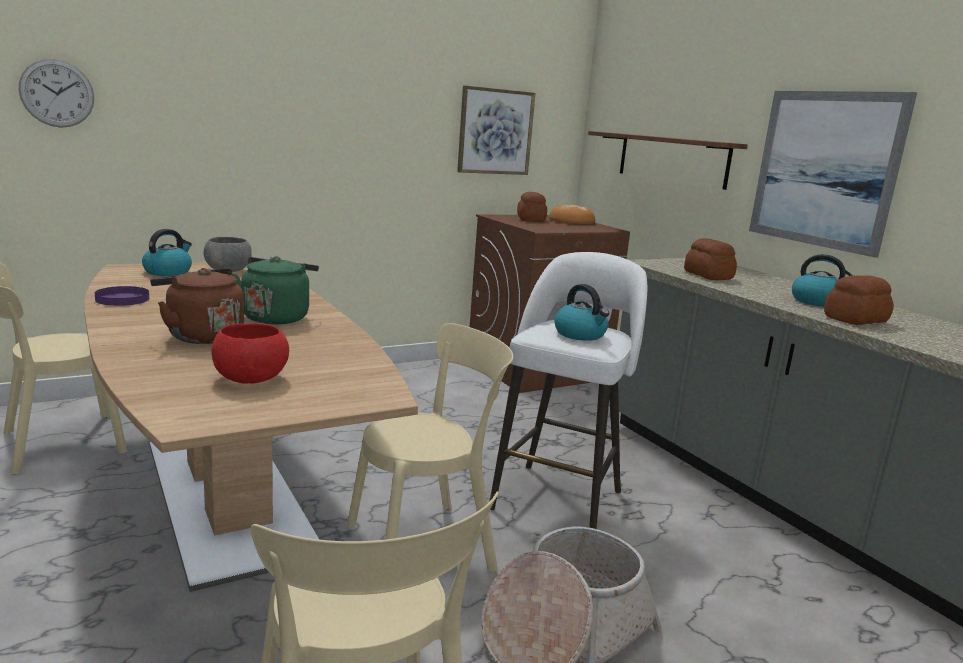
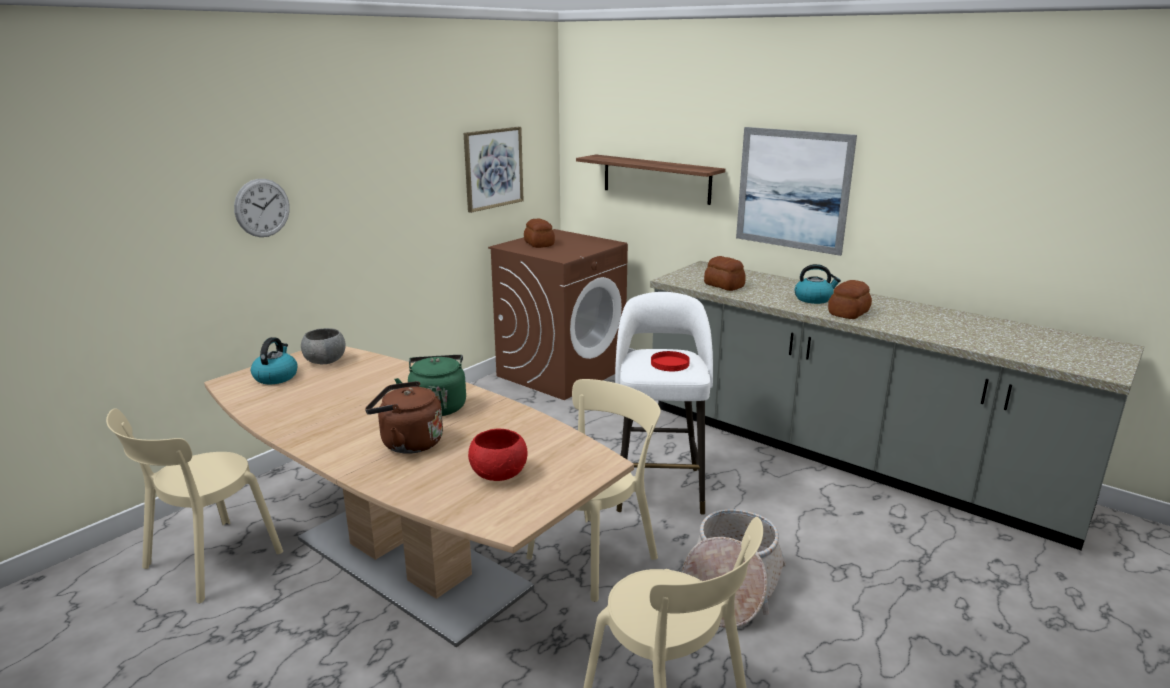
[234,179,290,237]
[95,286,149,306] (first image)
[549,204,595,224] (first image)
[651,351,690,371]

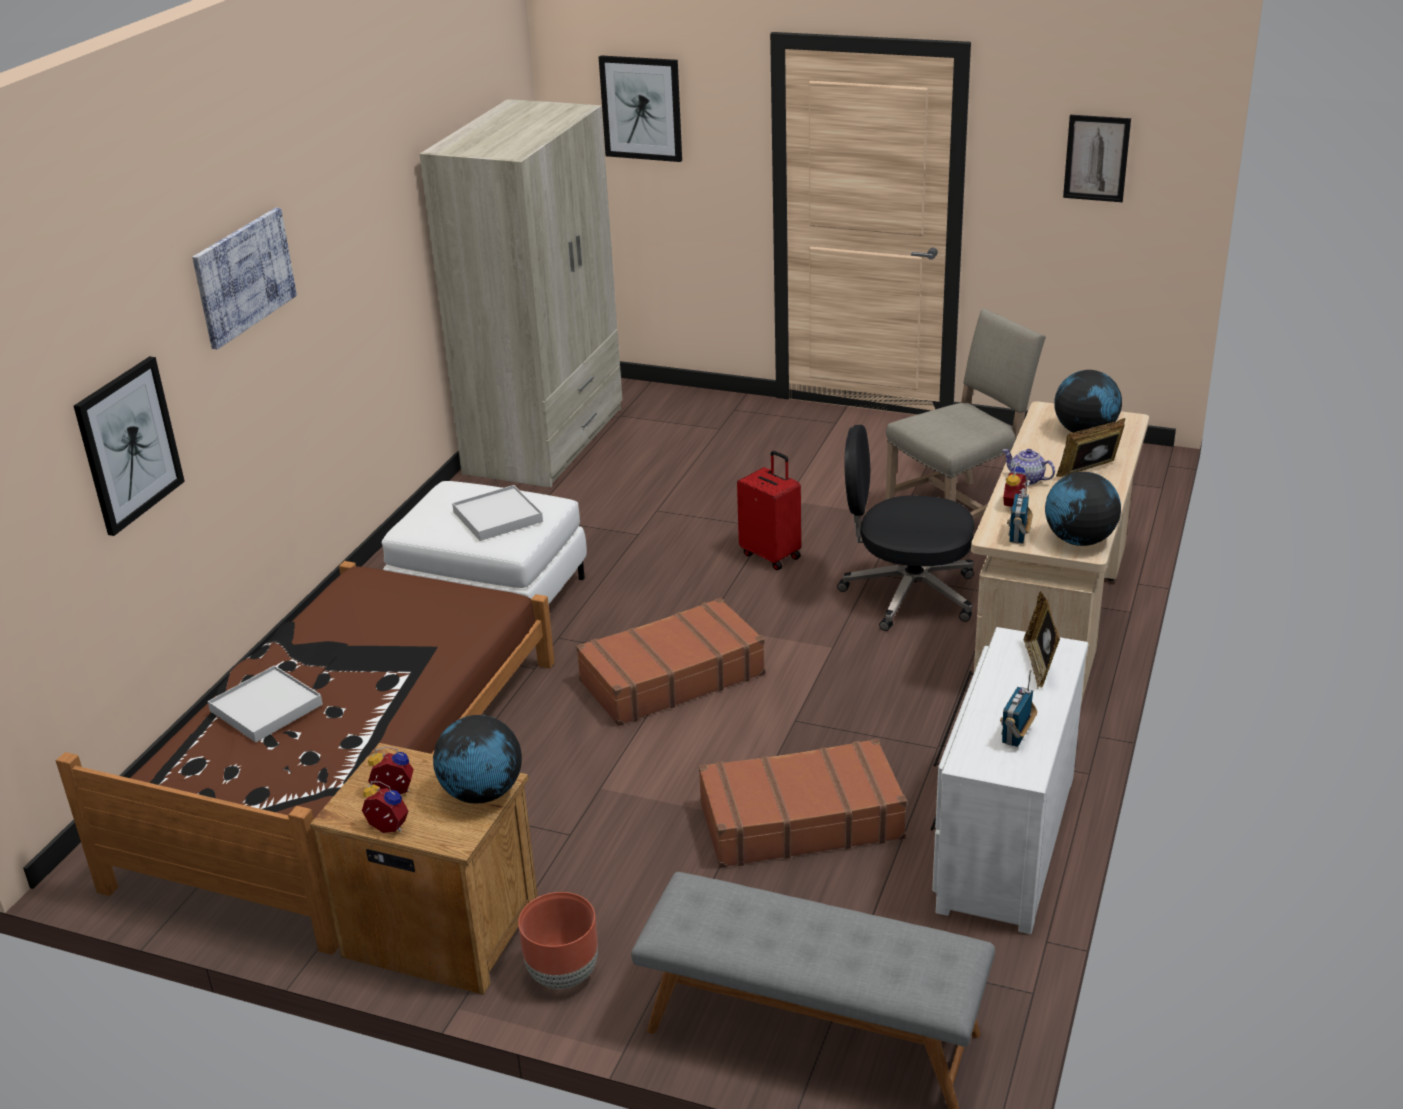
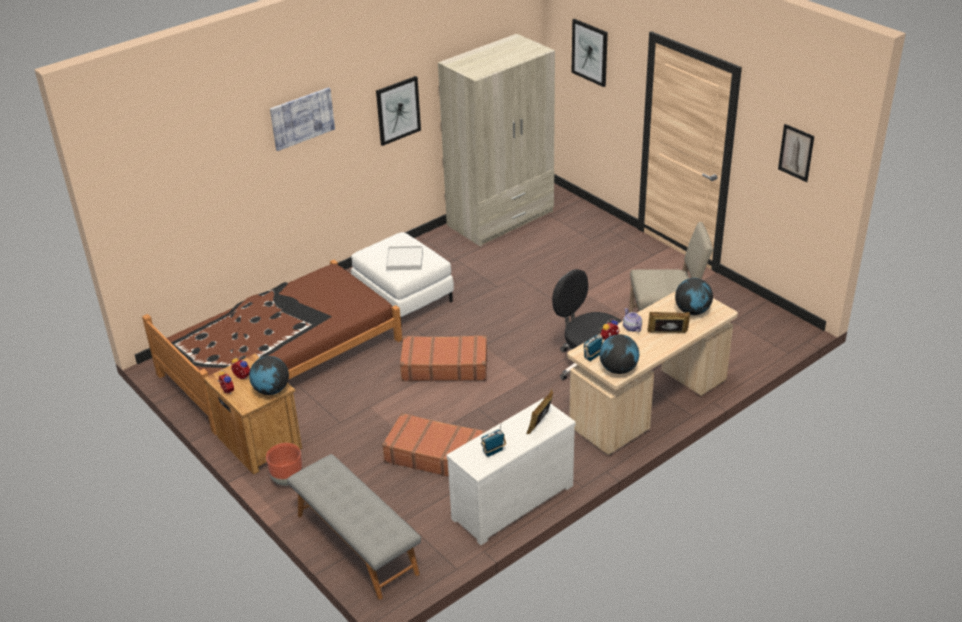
[376,76,421,146]
[208,665,323,742] (first image)
[737,451,801,570] (first image)

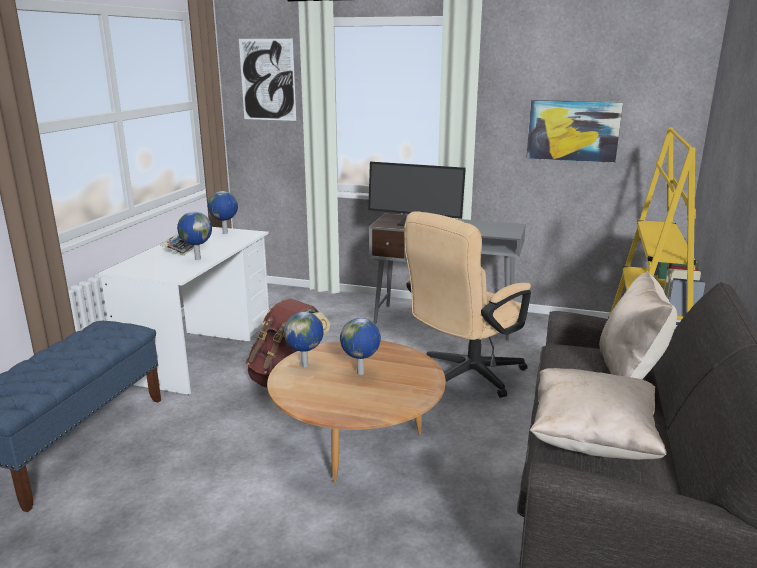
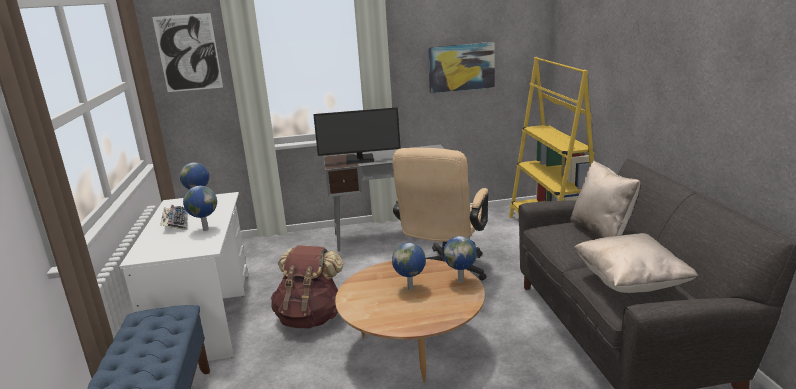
[443,236,477,283]

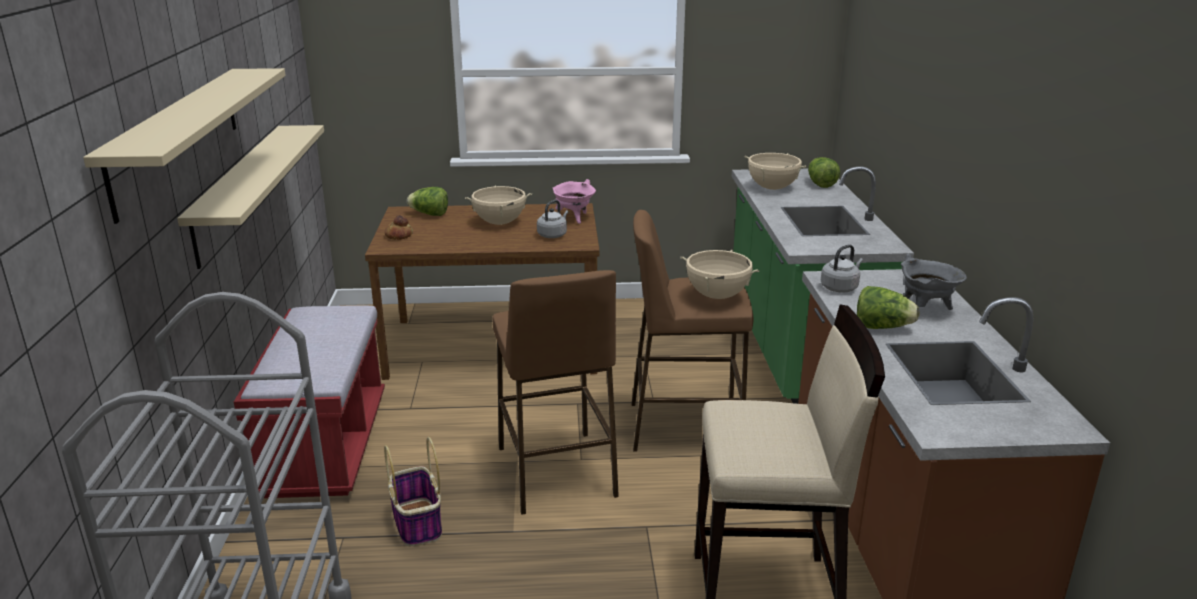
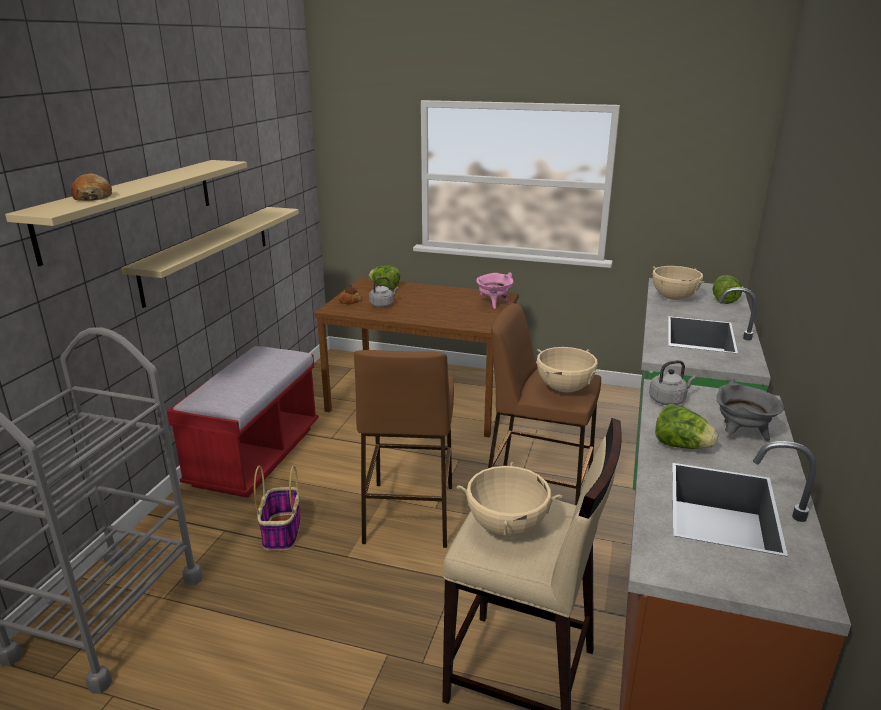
[457,462,562,537]
[369,277,399,307]
[71,174,112,201]

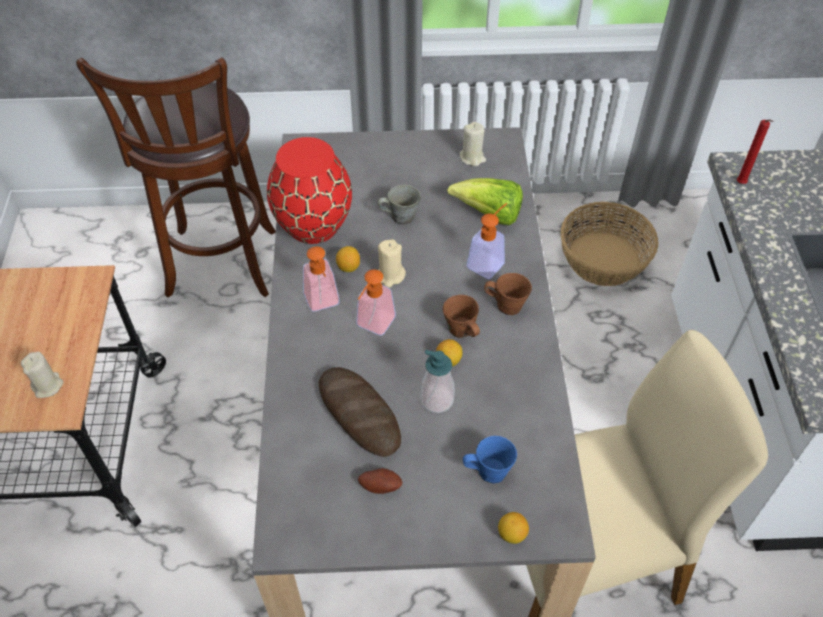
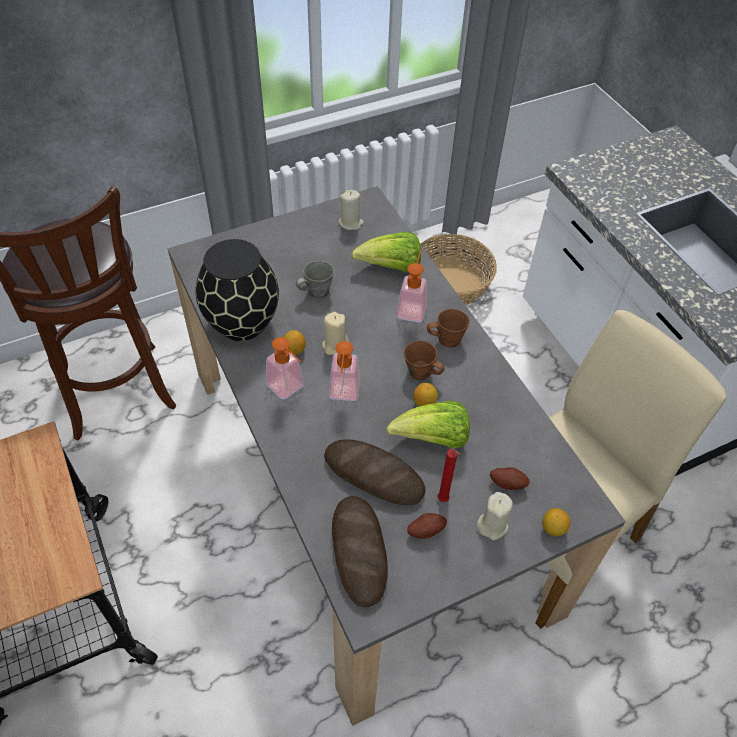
[477,492,513,540]
[196,239,279,341]
[386,401,470,448]
[490,467,530,490]
[437,449,461,502]
[332,496,388,607]

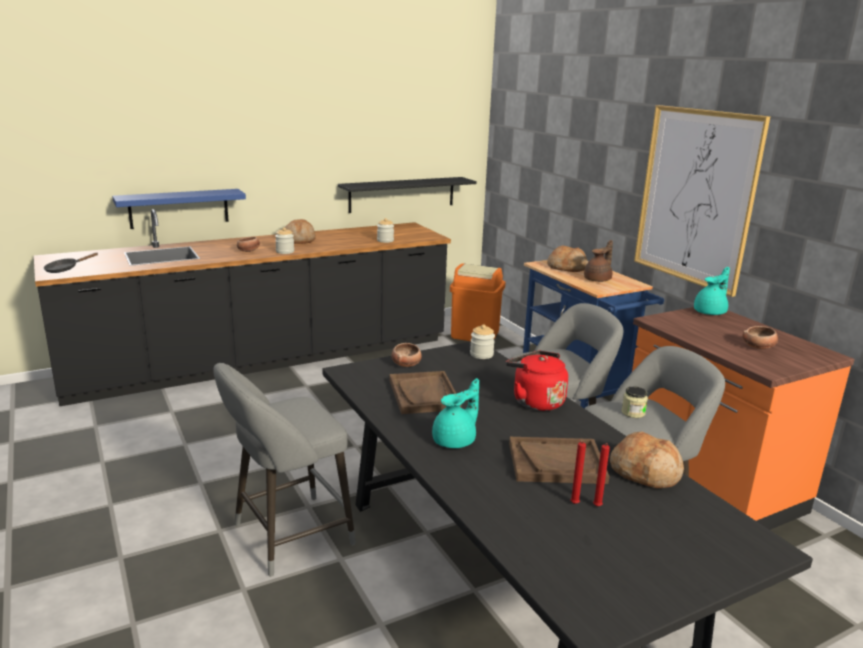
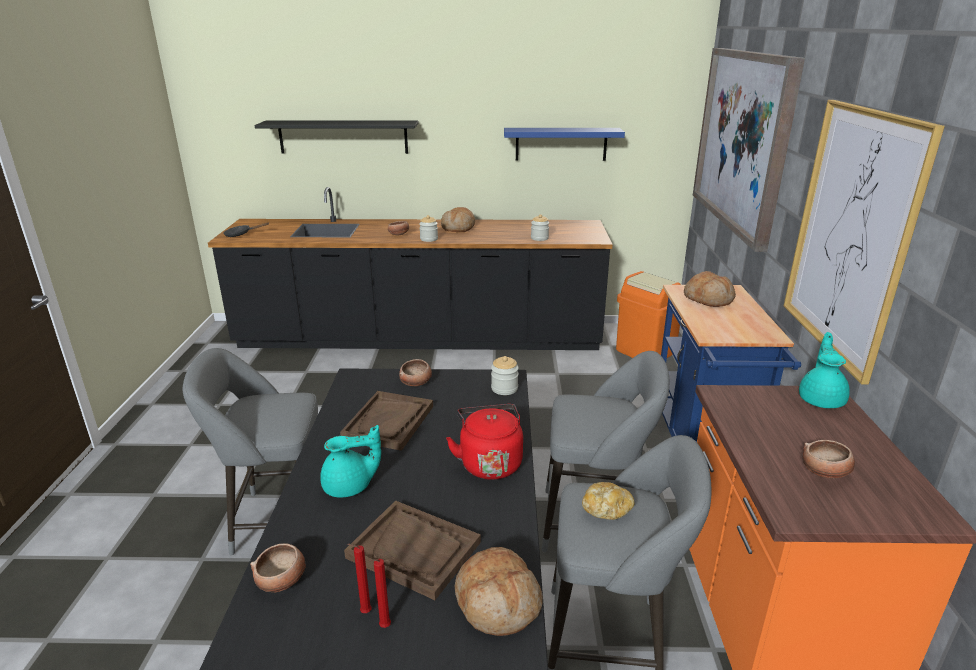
[504,128,625,161]
[254,121,419,154]
[584,240,613,282] (first image)
[582,482,635,520]
[799,332,850,408]
[250,543,306,592]
[693,48,805,252]

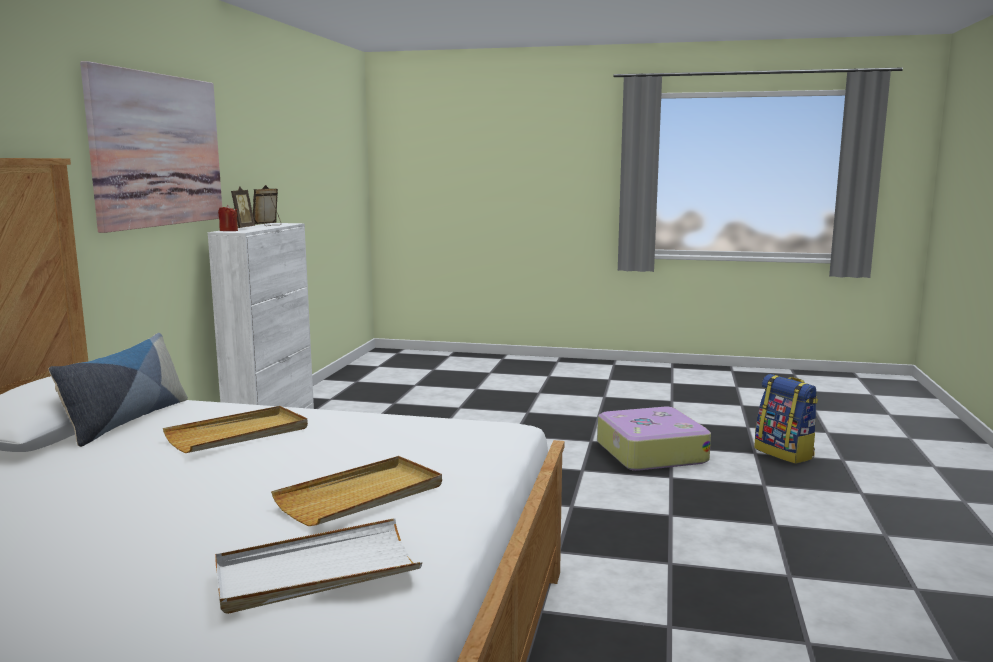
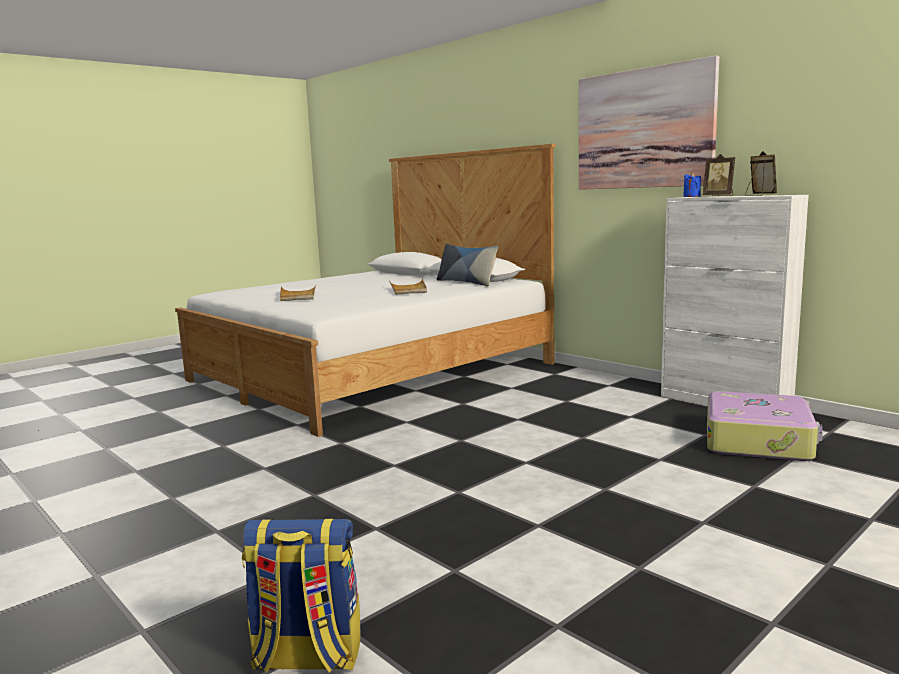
[215,518,422,614] (first image)
[683,173,701,197]
[707,391,823,461]

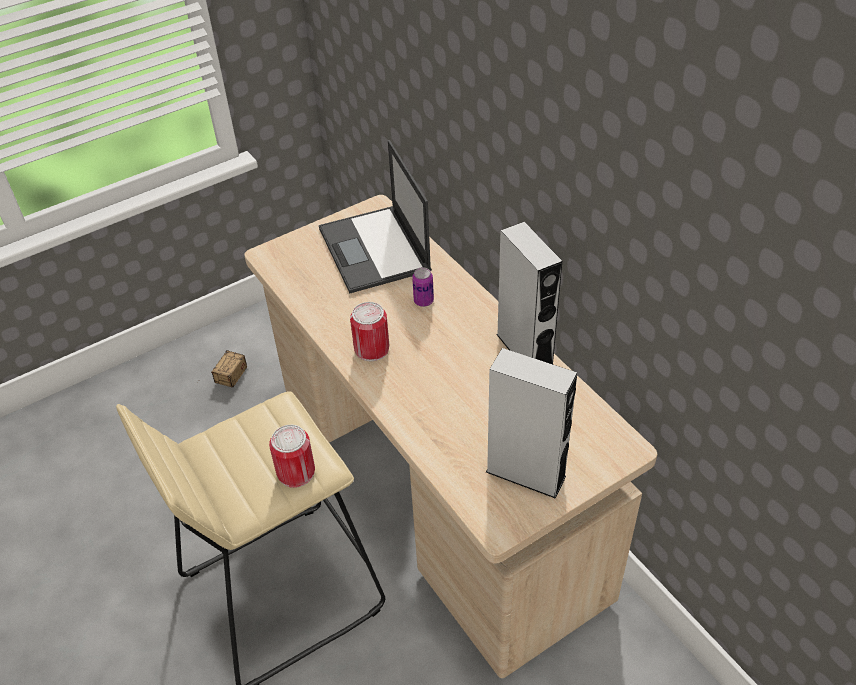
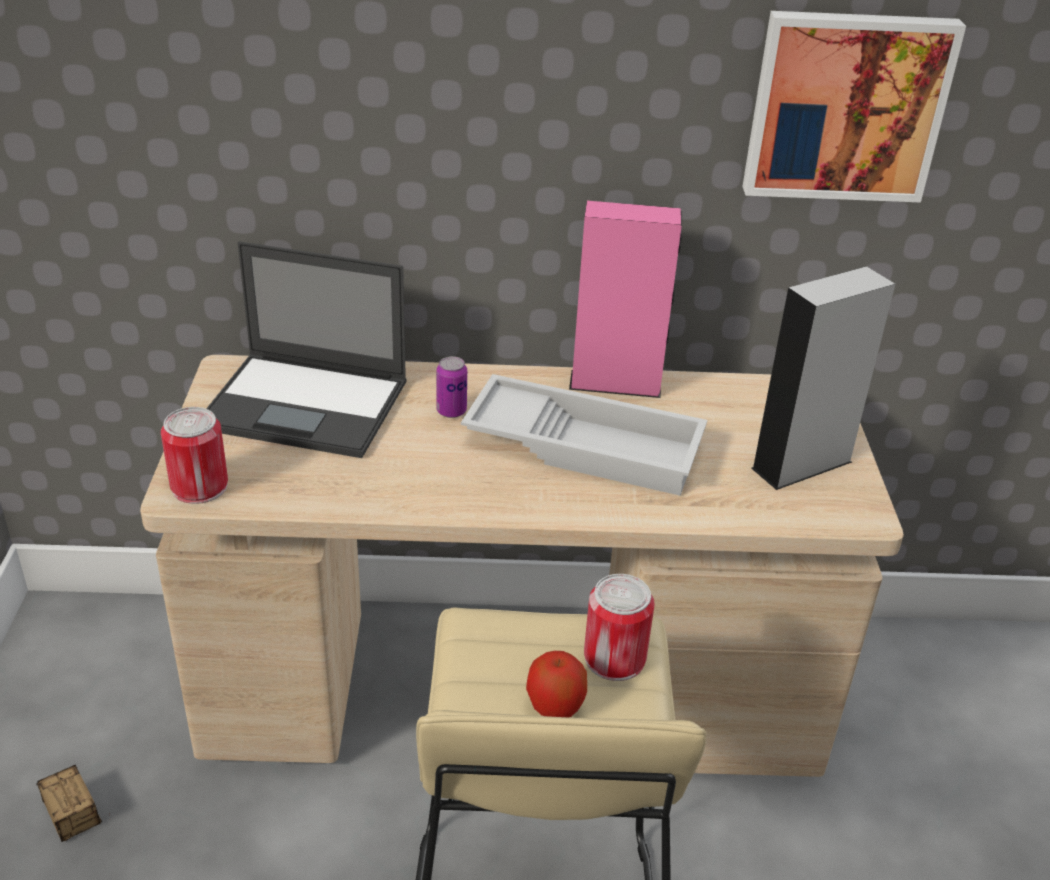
[161,407,228,504]
[569,201,682,398]
[461,374,707,496]
[526,651,587,717]
[742,11,966,202]

